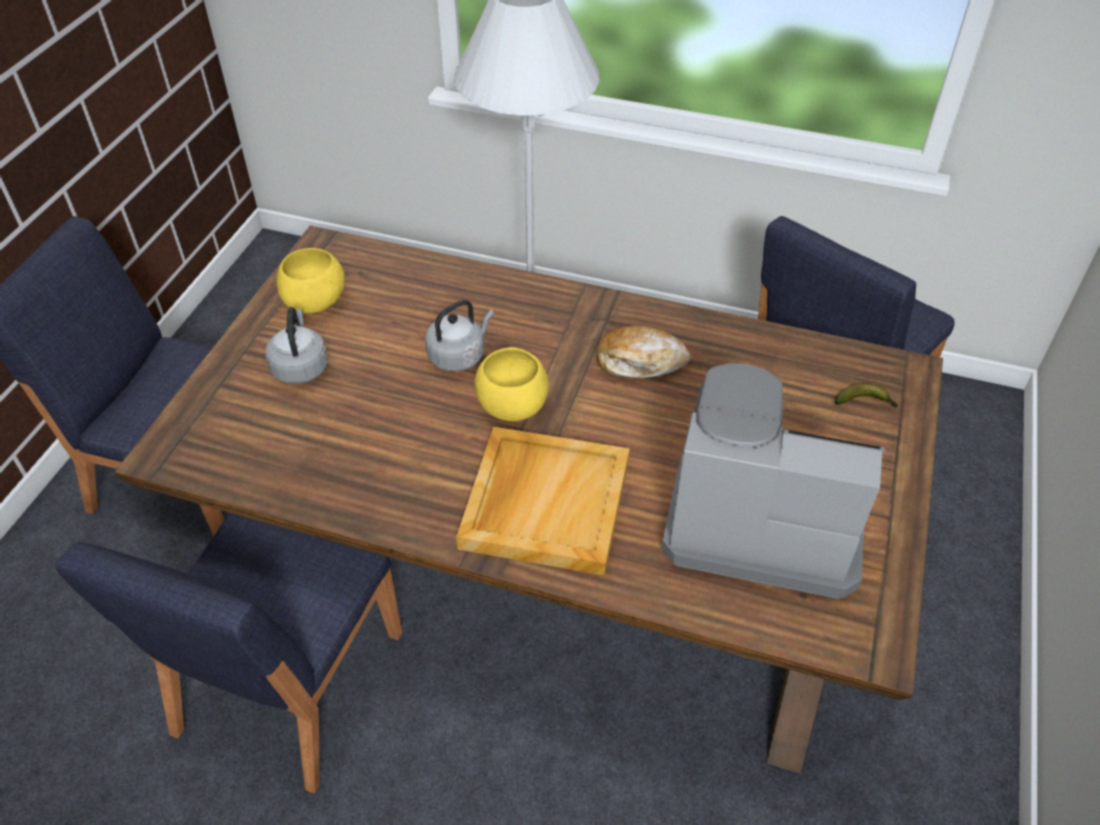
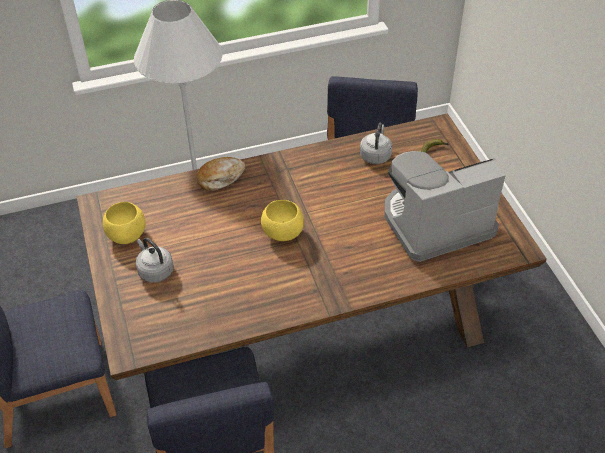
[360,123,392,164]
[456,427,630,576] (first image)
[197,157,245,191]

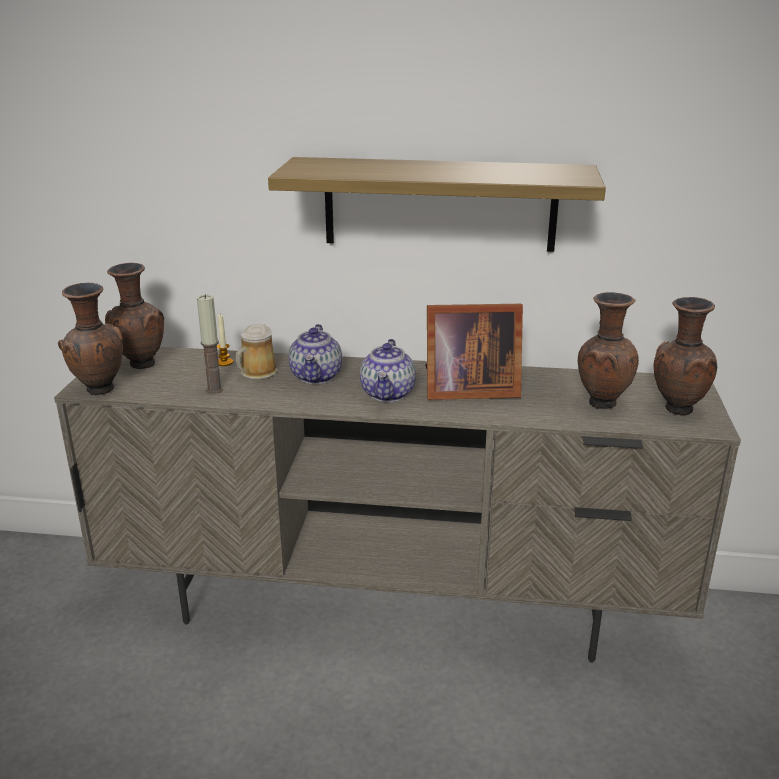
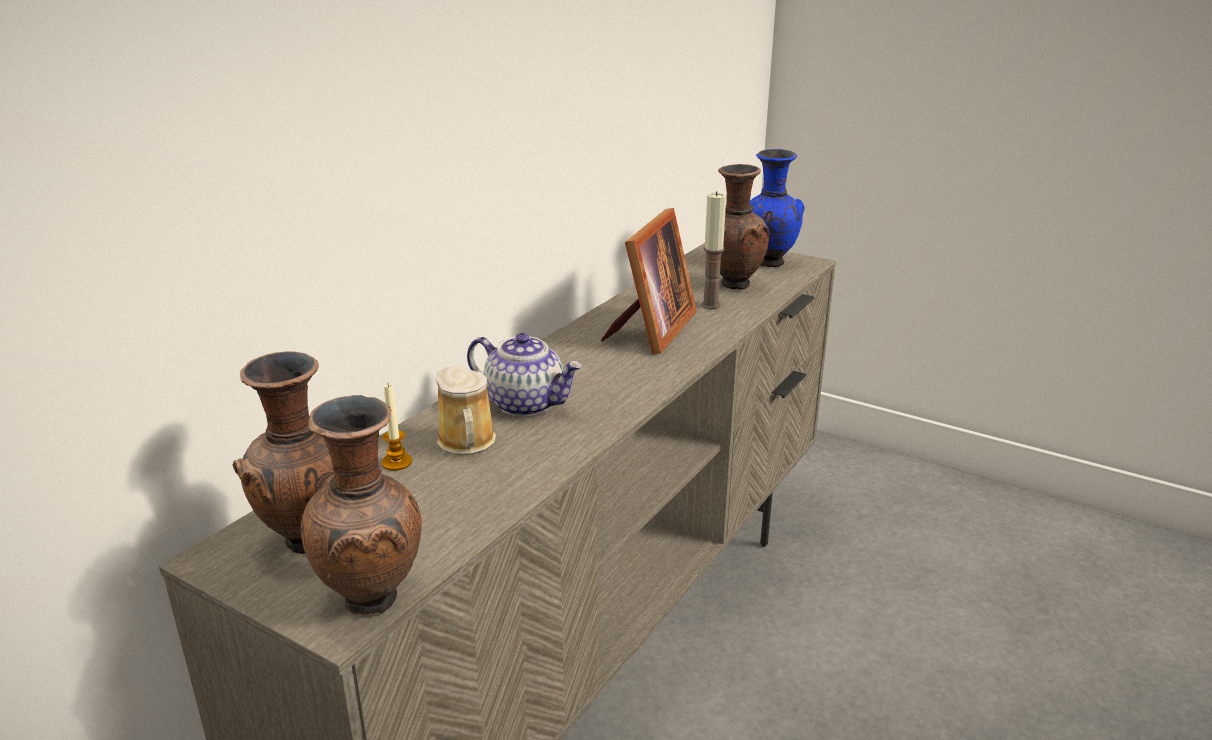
[701,191,726,309]
[268,157,606,252] (first image)
[360,339,416,402] (first image)
[750,149,804,267]

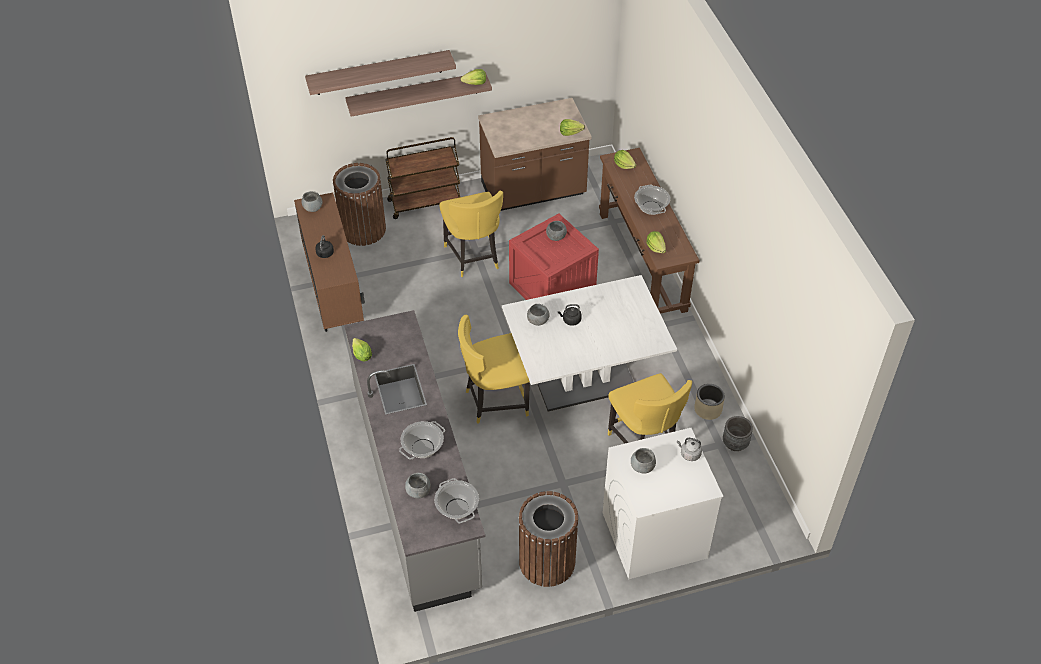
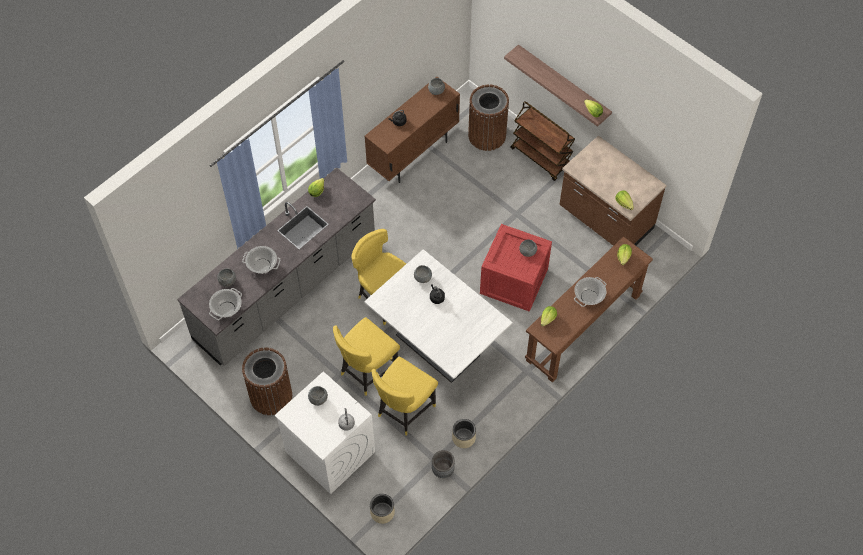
[305,50,456,95] (first image)
[333,317,400,396]
[370,494,395,524]

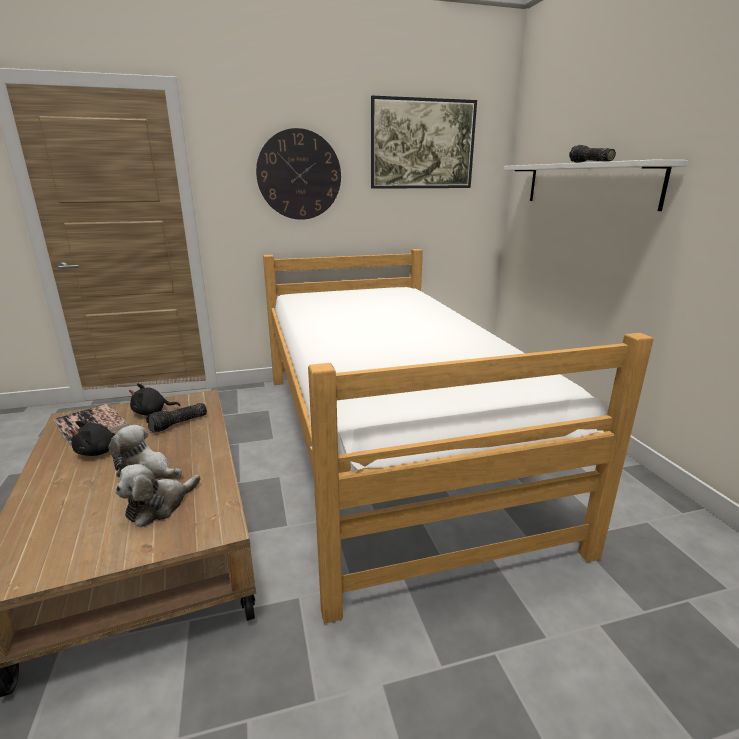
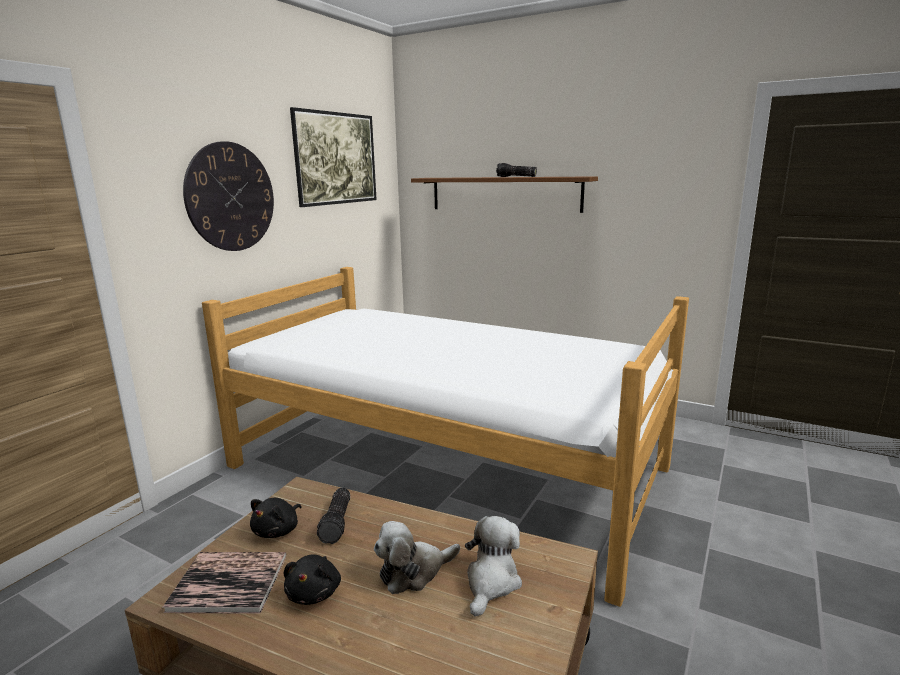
[465,516,522,617]
[411,176,598,213]

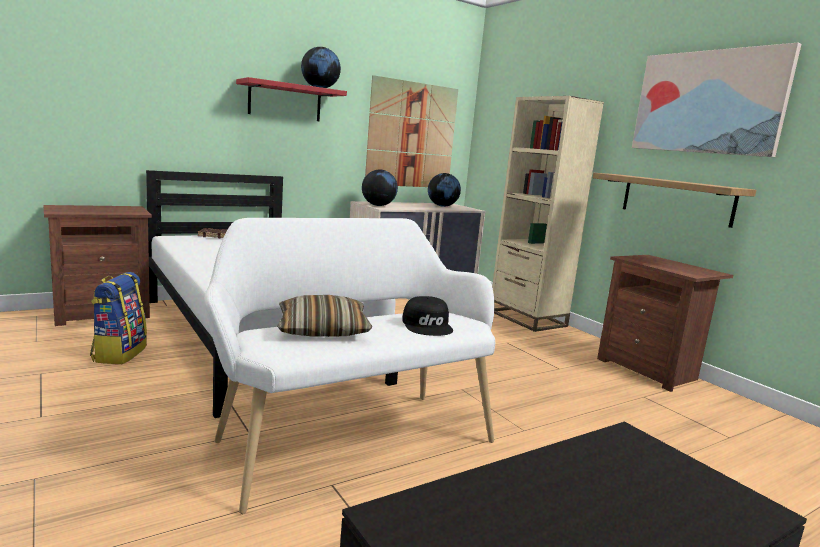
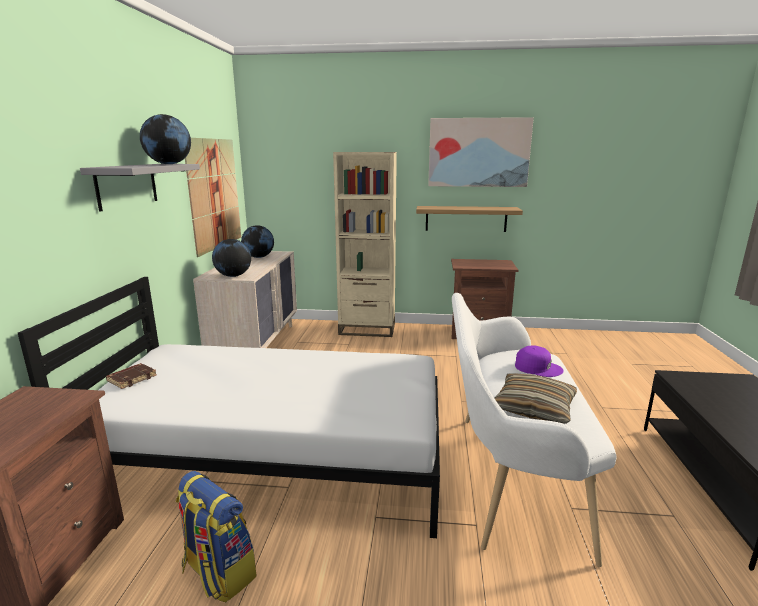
[80,164,200,212]
[515,345,564,377]

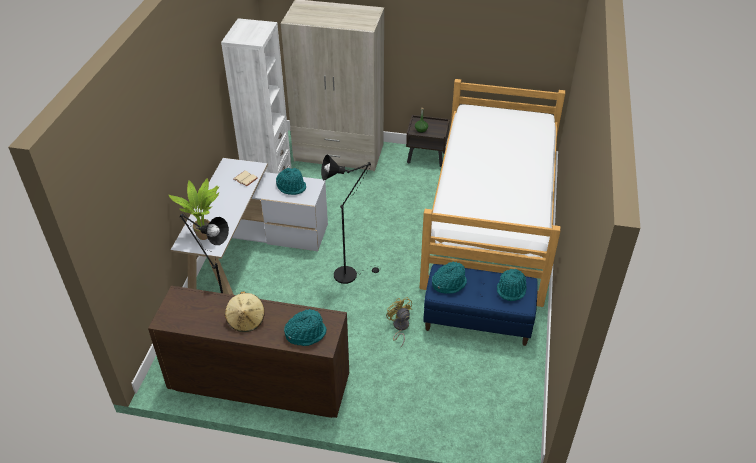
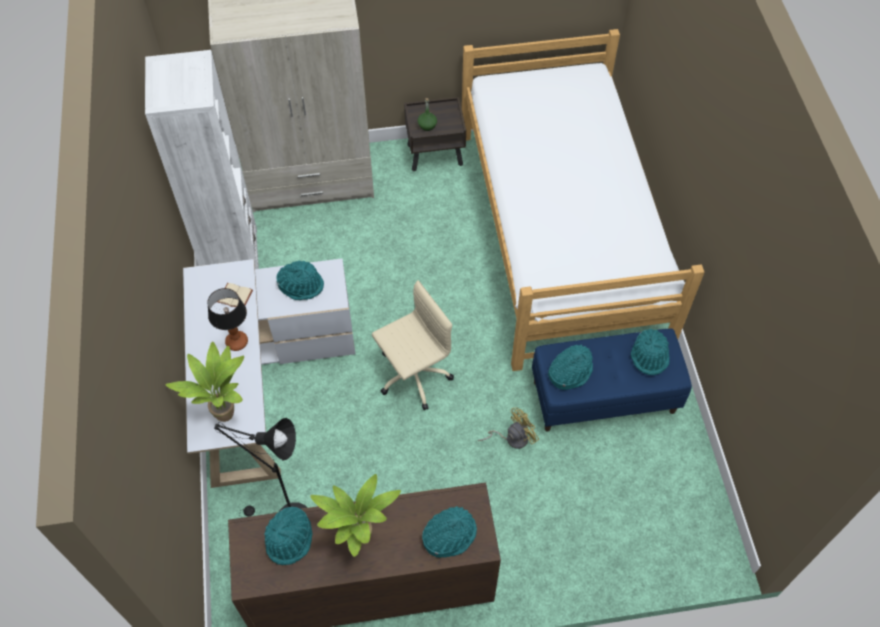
[310,474,401,557]
[372,280,454,410]
[478,408,539,449]
[207,288,248,351]
[264,507,313,565]

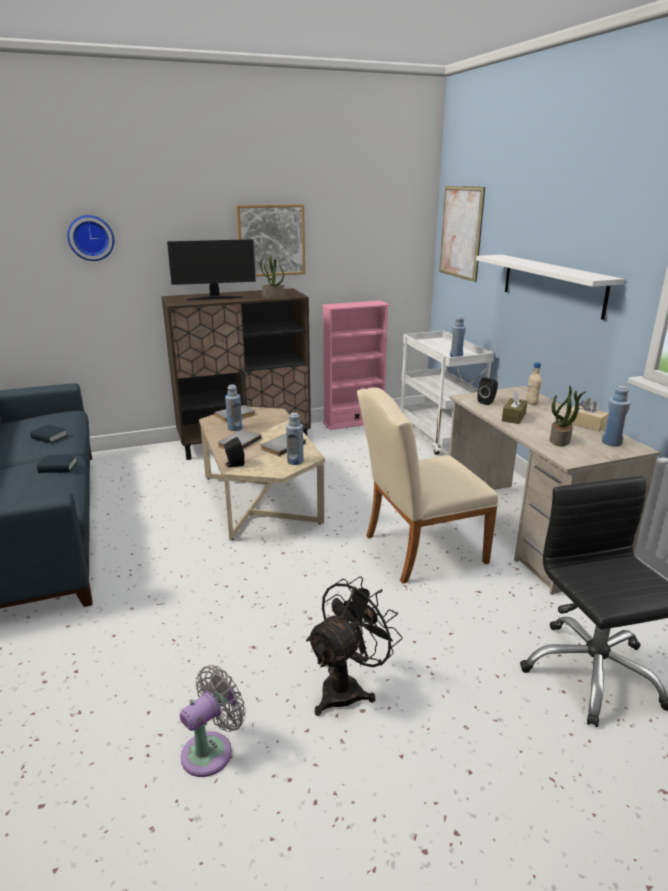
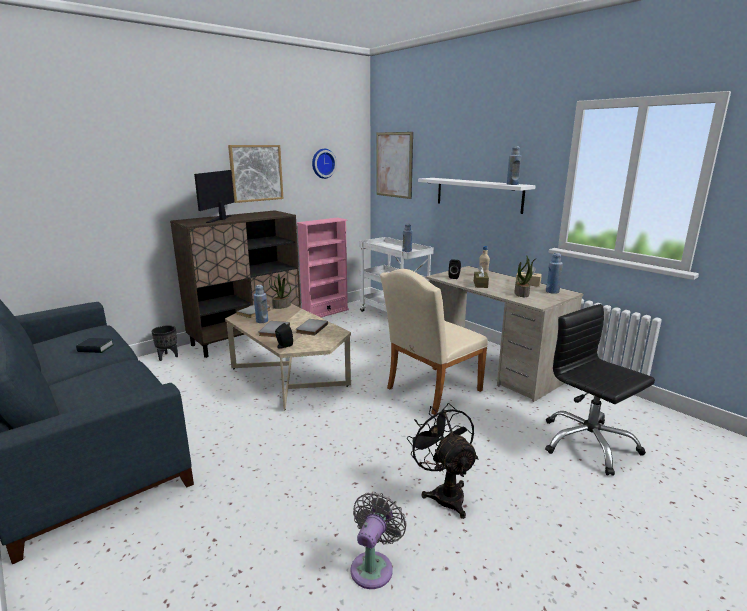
[37,455,78,473] (first image)
[312,149,337,179]
[194,170,234,223]
[269,273,291,309]
[507,146,521,185]
[407,403,479,519]
[152,325,178,361]

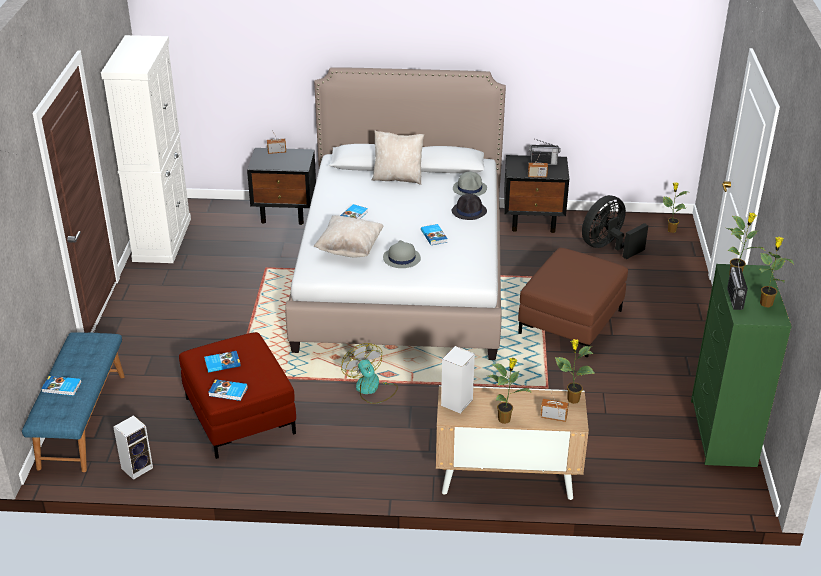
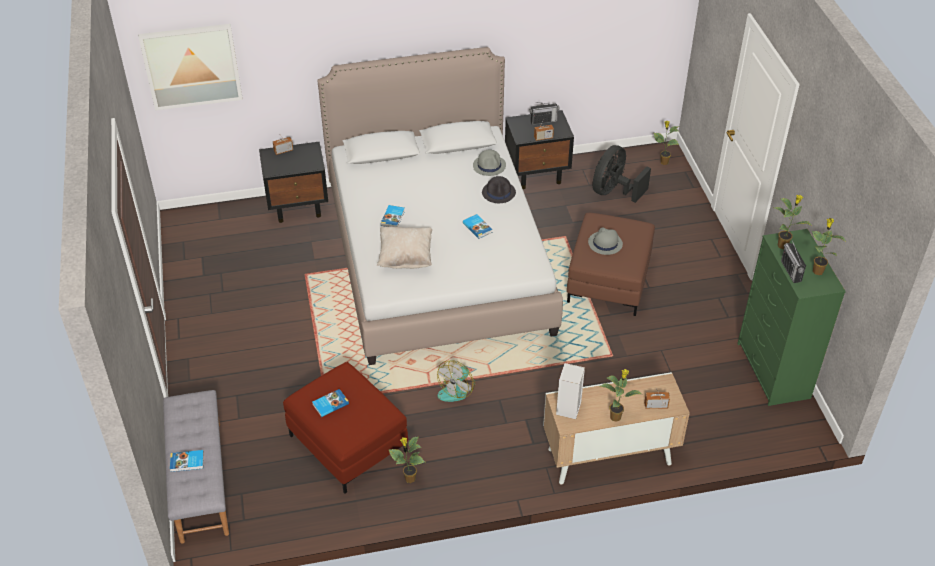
[163,390,229,544]
[101,35,191,263] (first image)
[113,415,153,480] (first image)
[209,379,248,401] (first image)
[437,360,475,402]
[372,131,424,185] (first image)
[588,227,623,255]
[388,437,425,483]
[138,24,243,111]

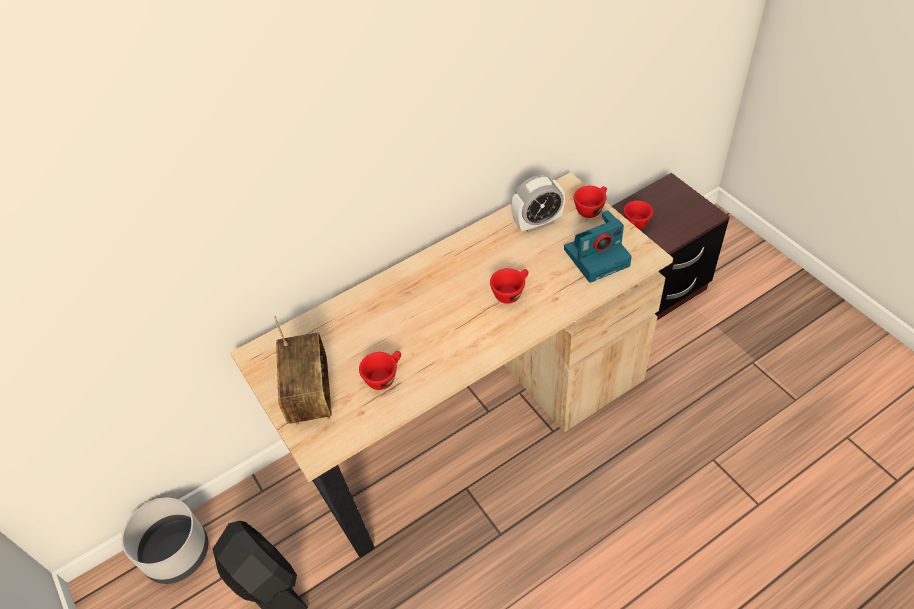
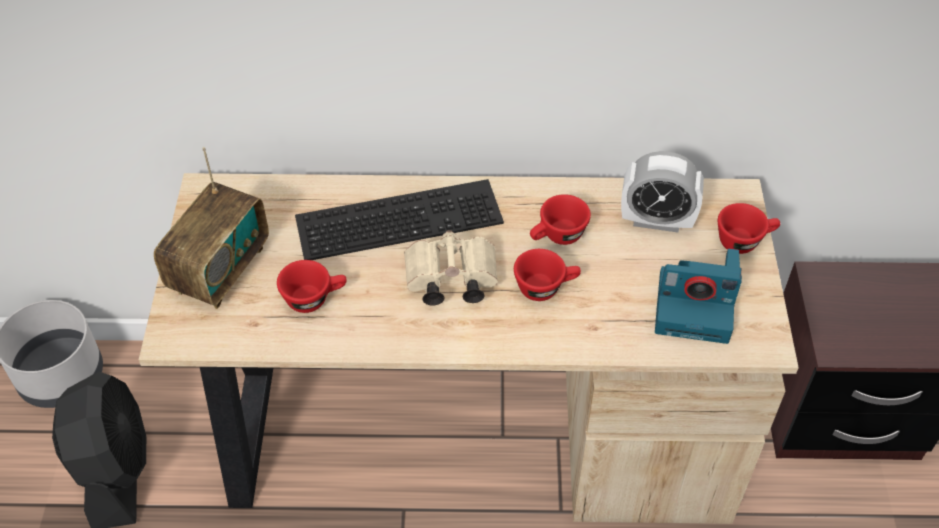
[530,194,591,245]
[295,179,504,260]
[404,230,498,305]

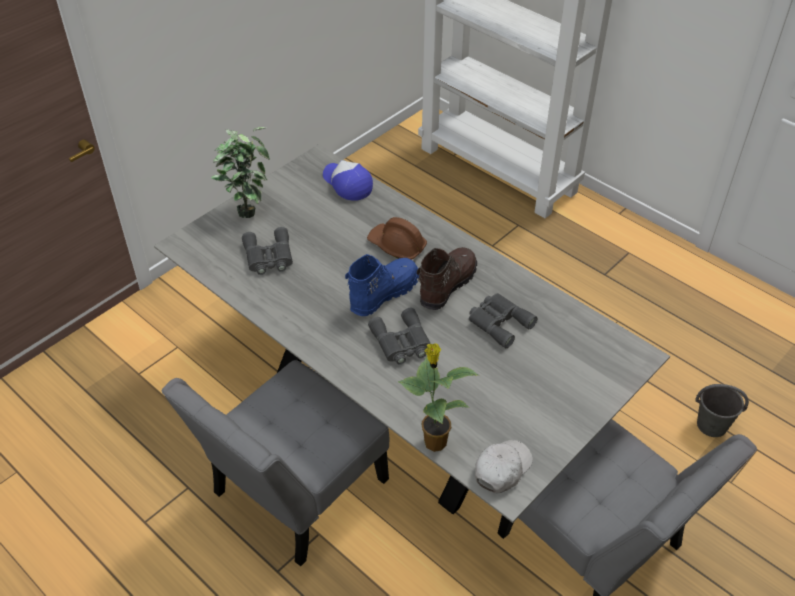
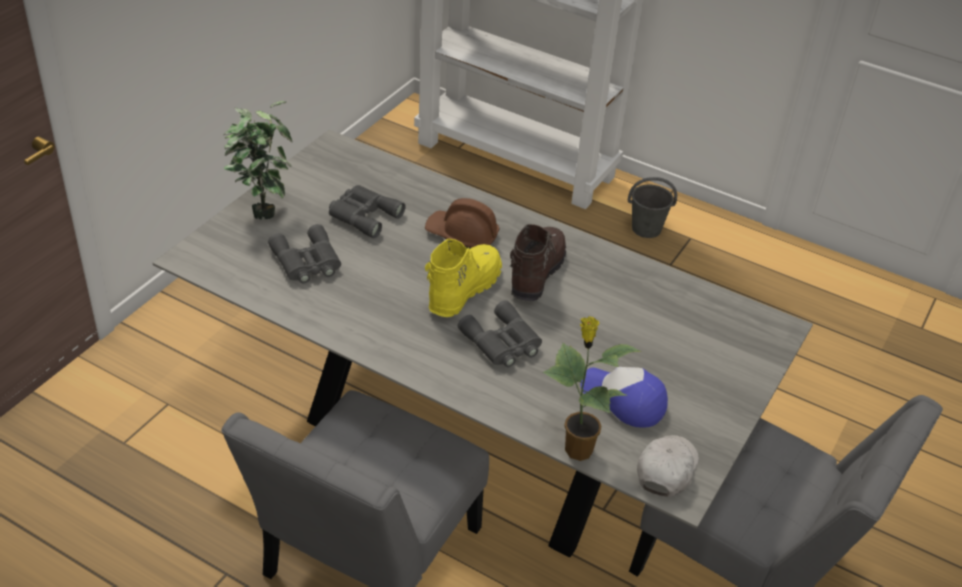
[580,367,668,428]
[425,238,502,317]
[329,185,406,238]
[628,177,677,238]

